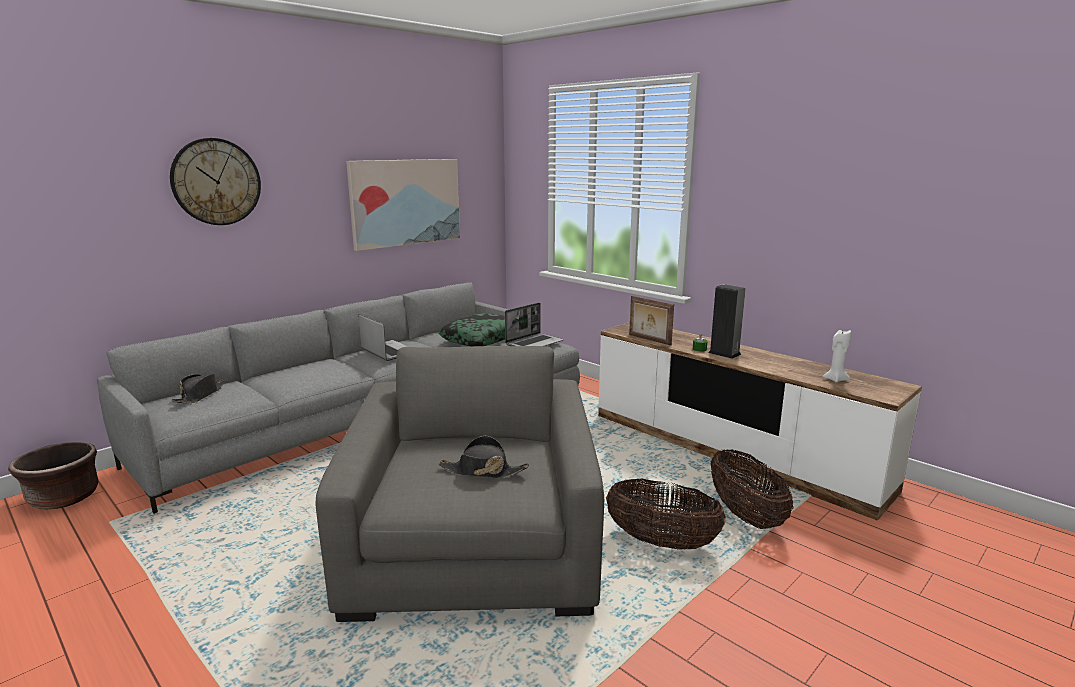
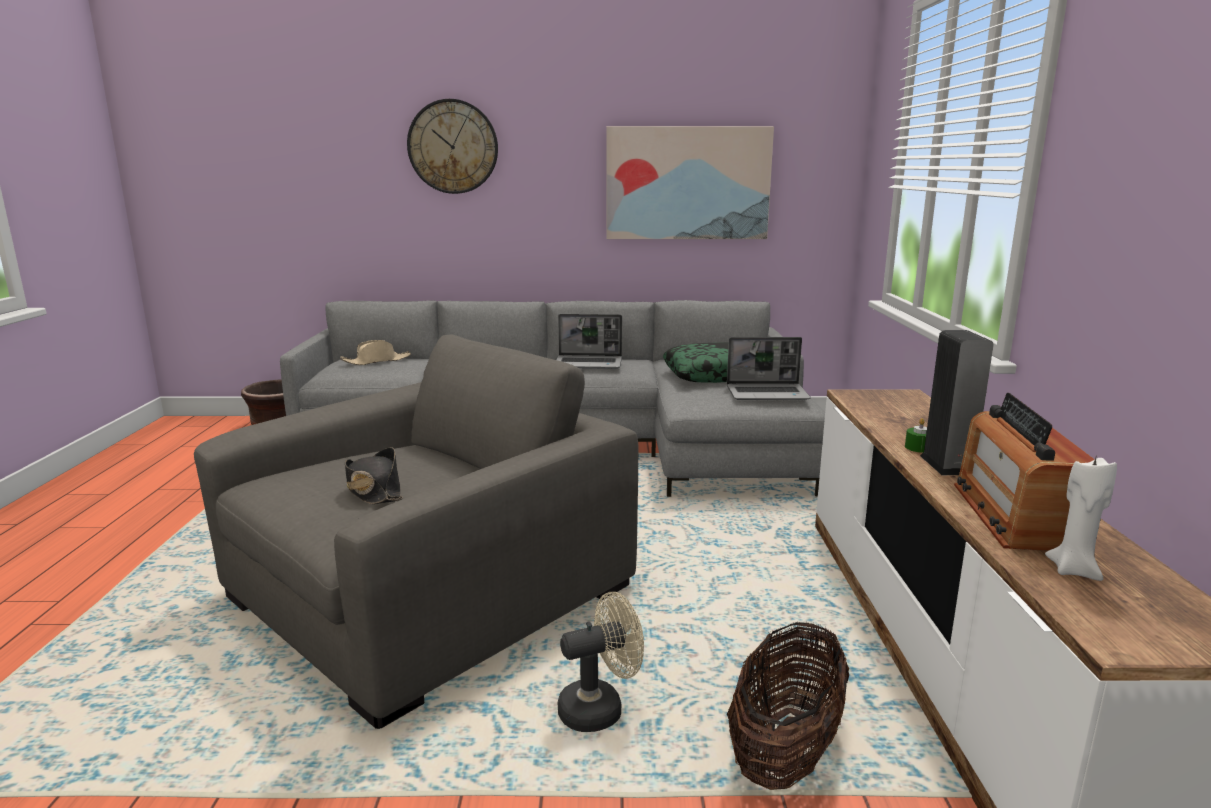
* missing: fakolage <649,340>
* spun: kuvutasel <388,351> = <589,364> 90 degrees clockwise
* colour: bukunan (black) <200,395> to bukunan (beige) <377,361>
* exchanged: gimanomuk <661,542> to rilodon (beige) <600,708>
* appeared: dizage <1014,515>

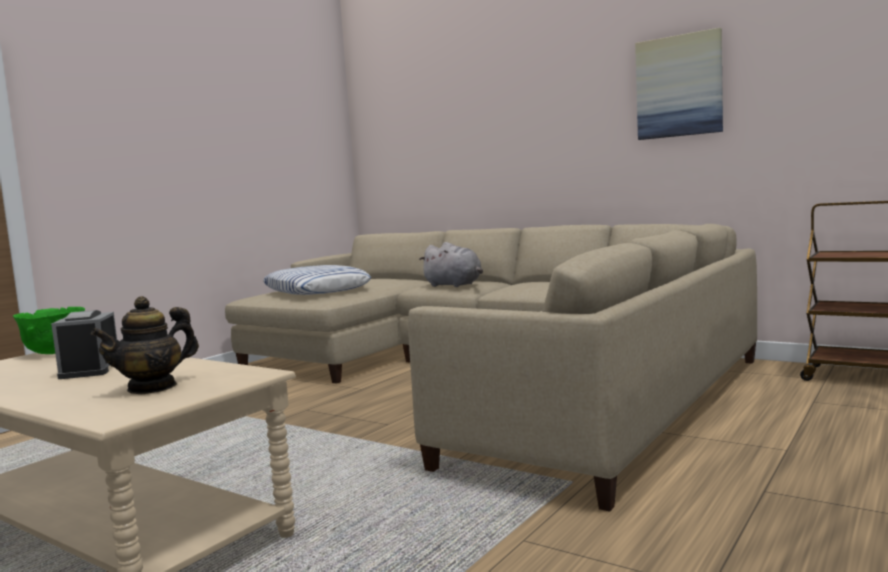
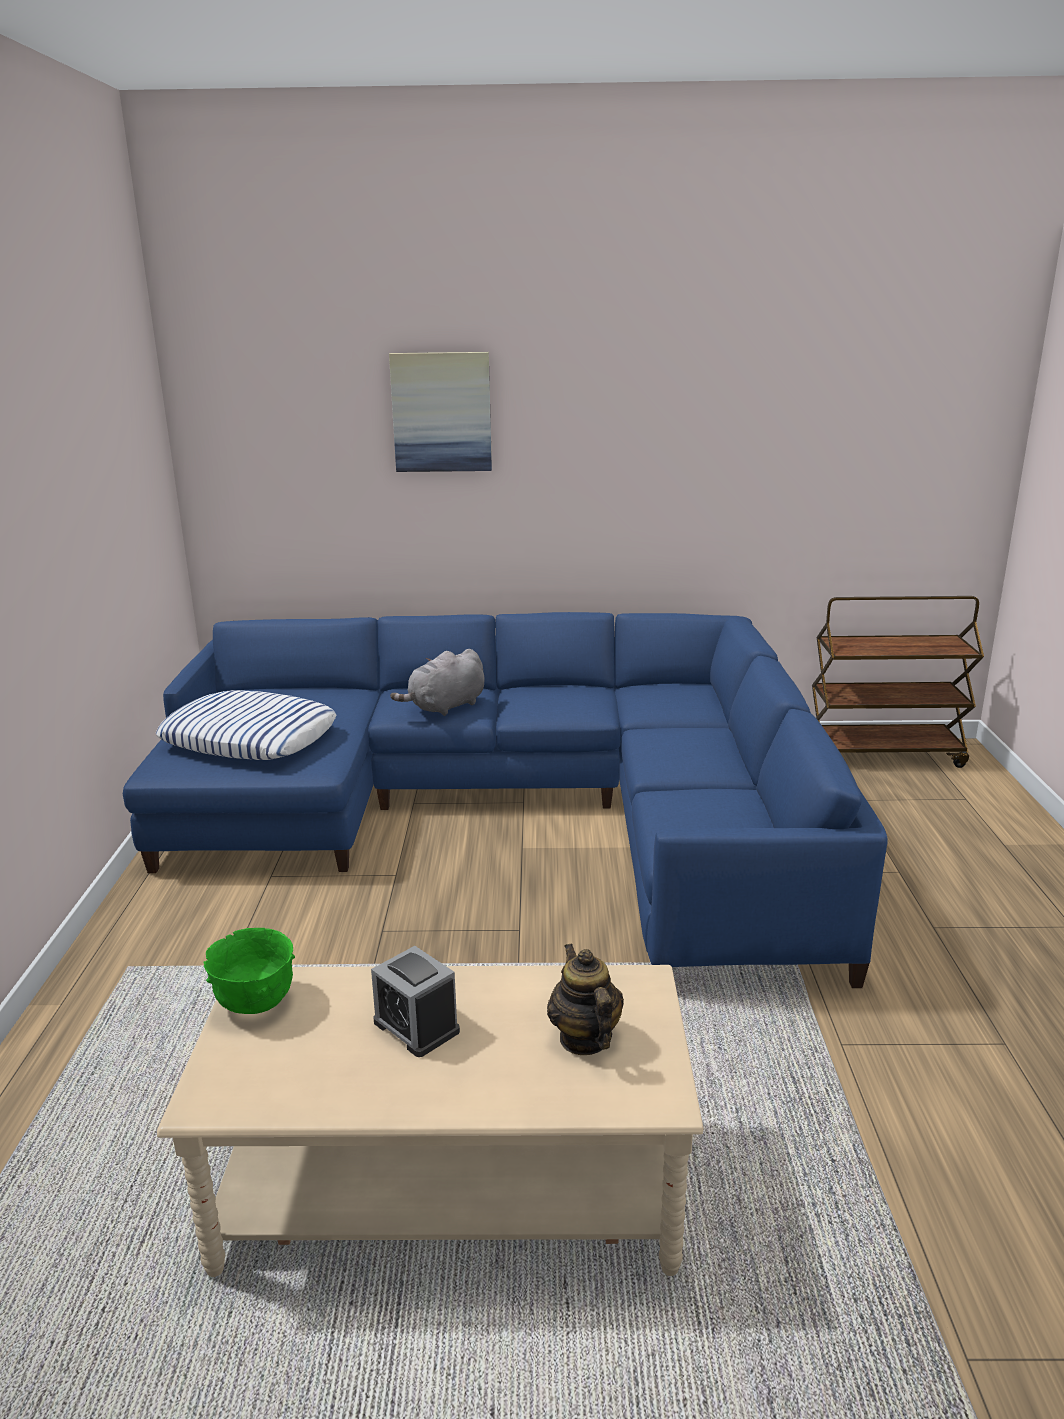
* relocated: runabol <679,86> to <442,412>
* colour: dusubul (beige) <489,373> to dusubul (blue) <513,813>
* spun: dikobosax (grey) <454,285> = <445,707> 135 degrees clockwise
* spun: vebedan <152,387> = <584,1038> 150 degrees clockwise

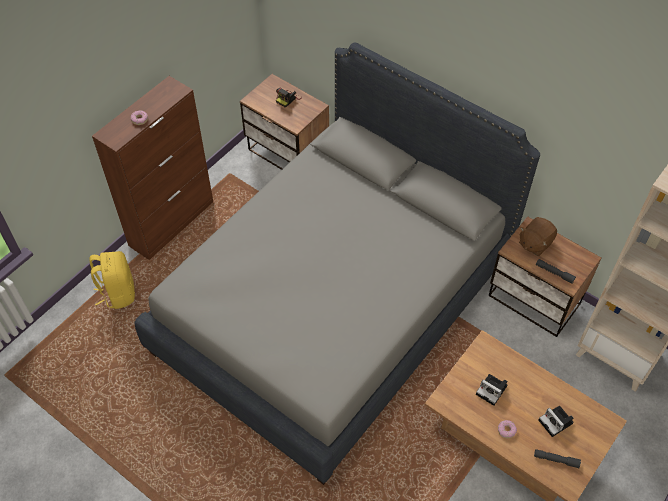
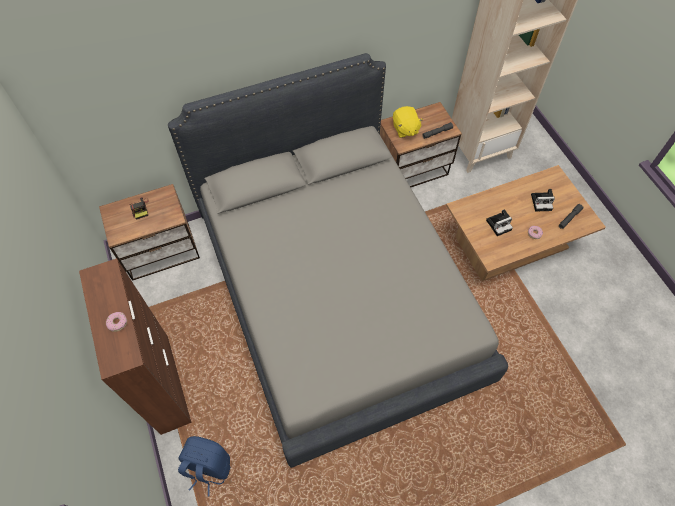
* colour: dikobosax (brown) <534,243> to dikobosax (yellow) <405,129>
* colour: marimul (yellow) <118,293> to marimul (blue) <208,468>

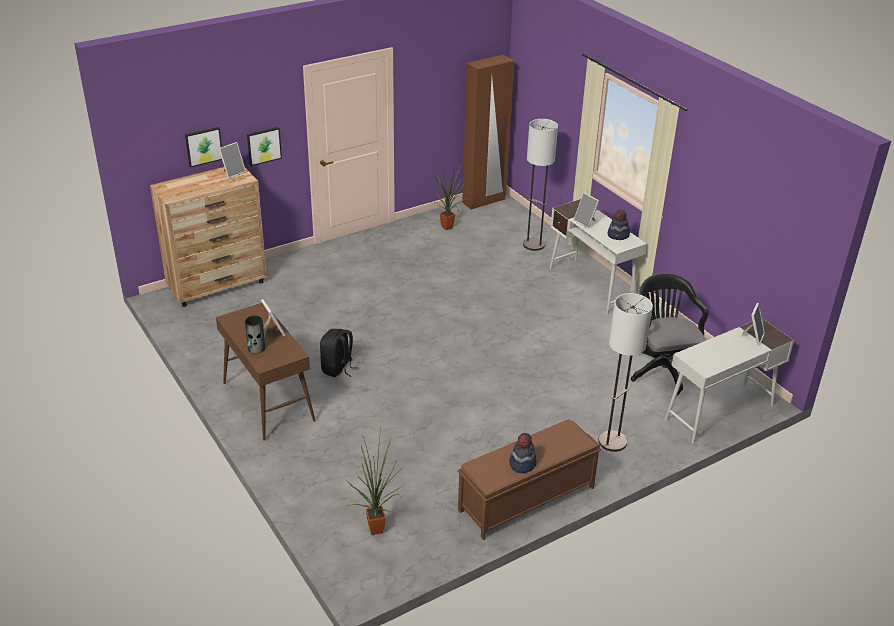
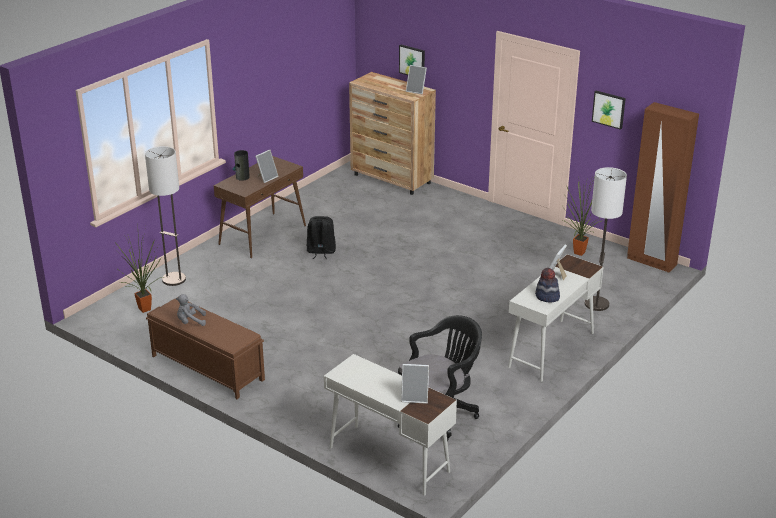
* relocated: runabol <263,145> to <609,109>
* relocated: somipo <612,442> to <173,279>
* exchanged: bukunan <522,463> to dikobosax (grey) <190,322>

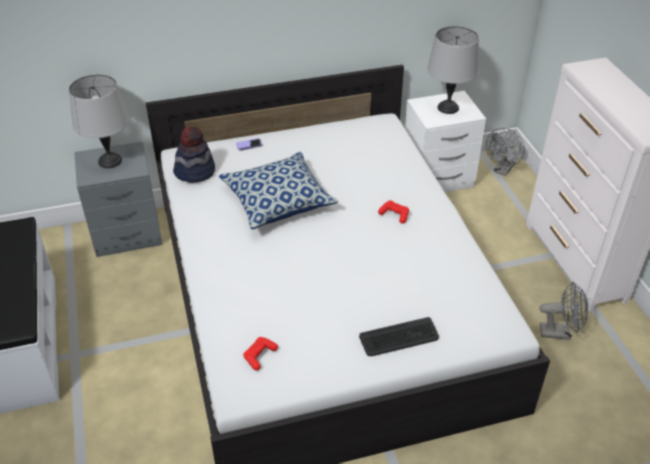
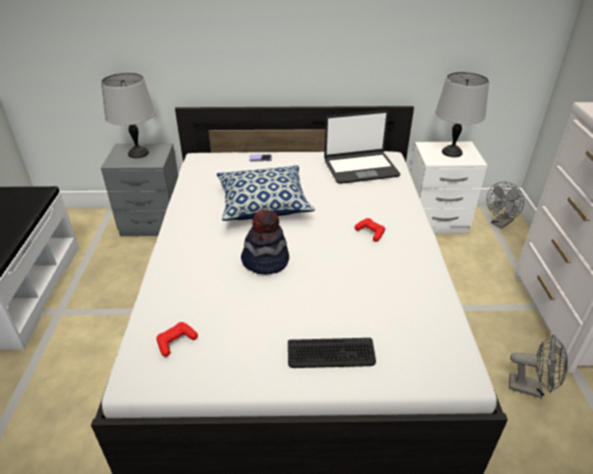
* relocated: bukunan <195,171> to <265,261>
* appeared: kuvutasel <360,168>

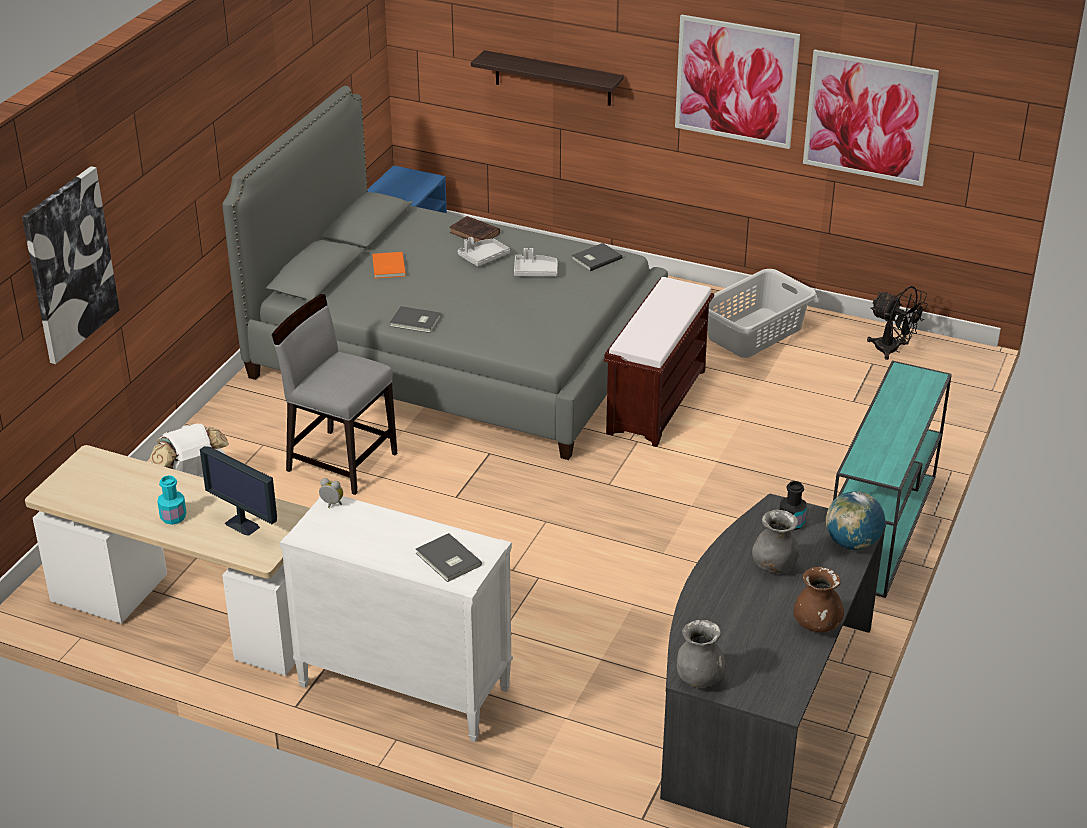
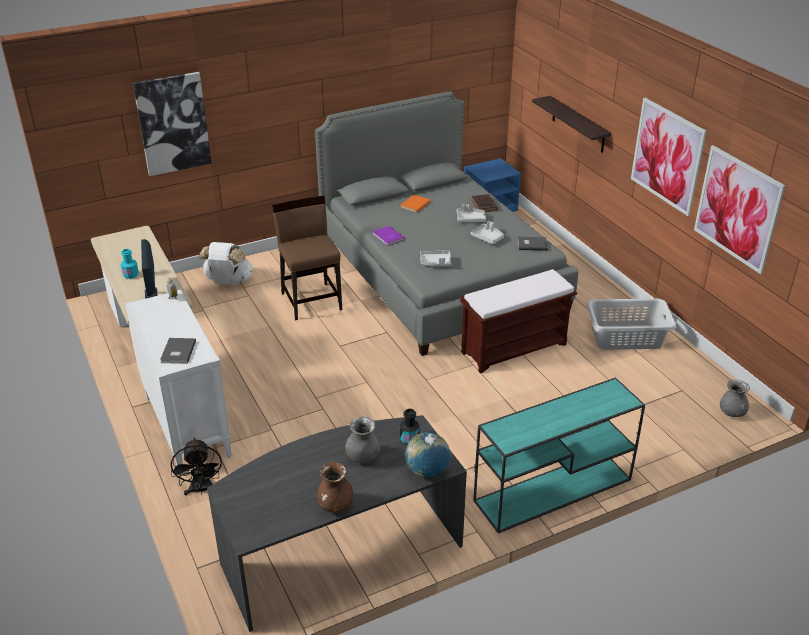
* relocated: rilodon (black) <892,350> to <201,490>
* colour: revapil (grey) <341,461> to revapil (brown) <311,301>
* colour: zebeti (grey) <415,322> to zebeti (purple) <387,237>
* relocated: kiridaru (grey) <699,678> to <732,413>
* appeared: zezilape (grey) <435,262>

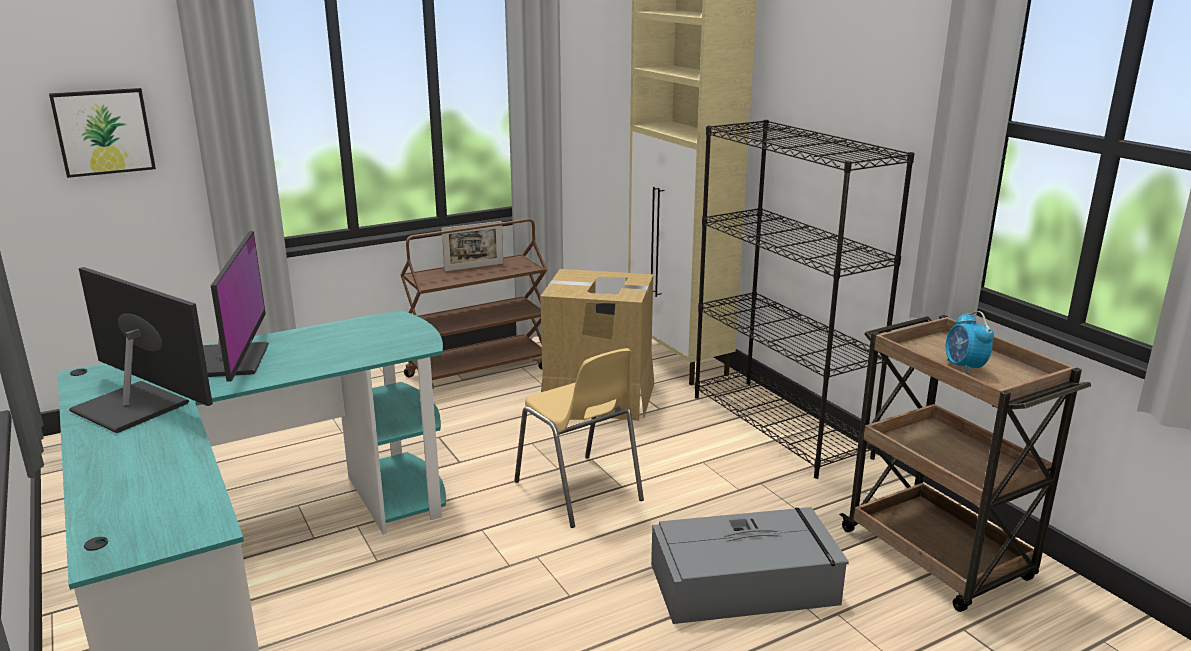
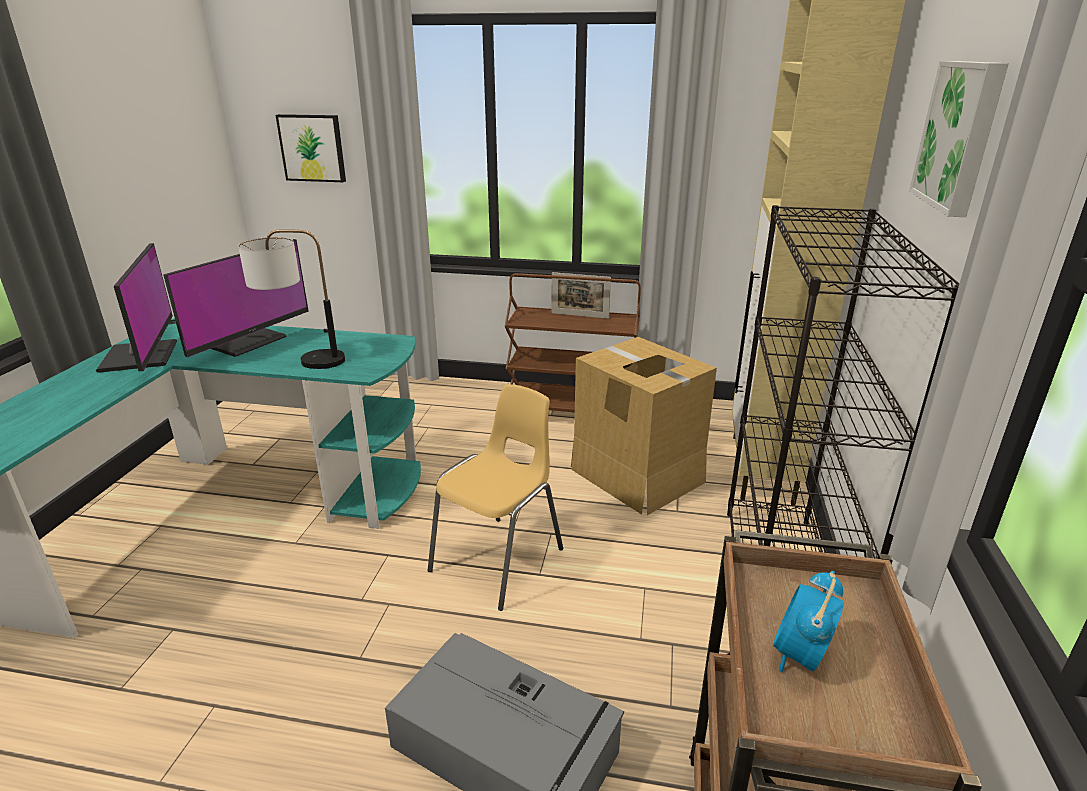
* spun: revapil (yellow) <579,491> = <499,560> 150 degrees counterclockwise
* appeared: runabol <961,135>
* appeared: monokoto <302,360>

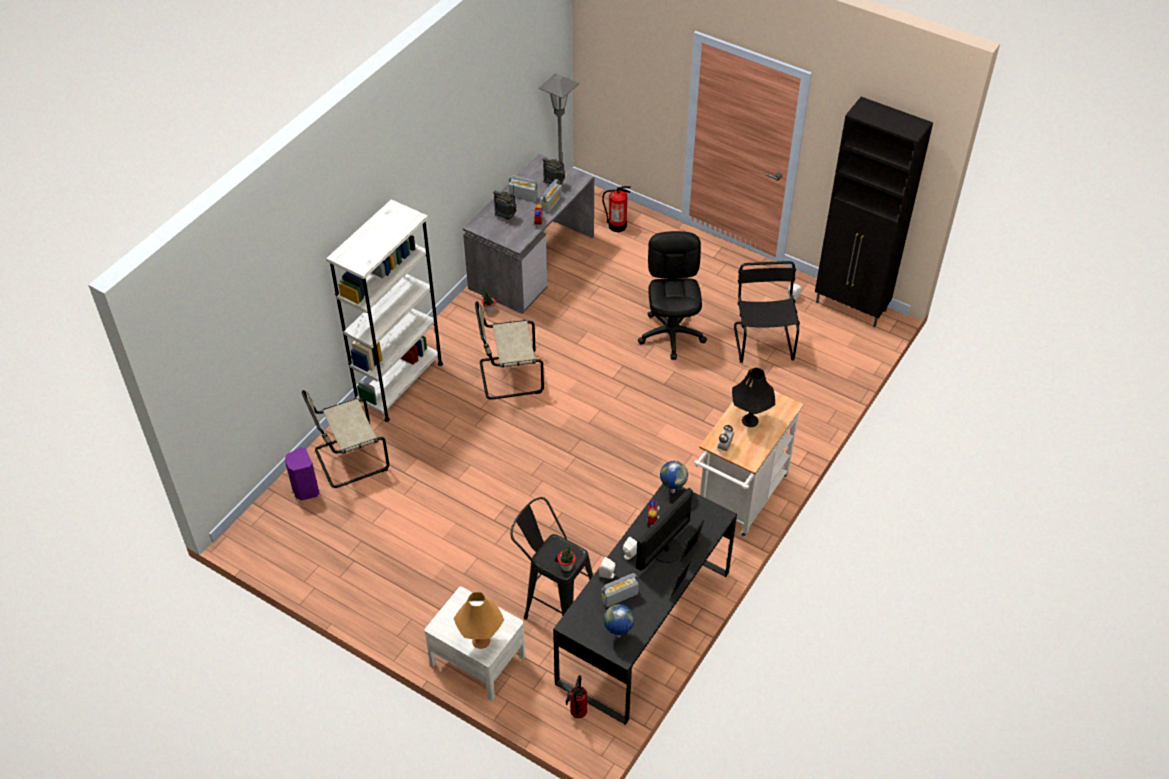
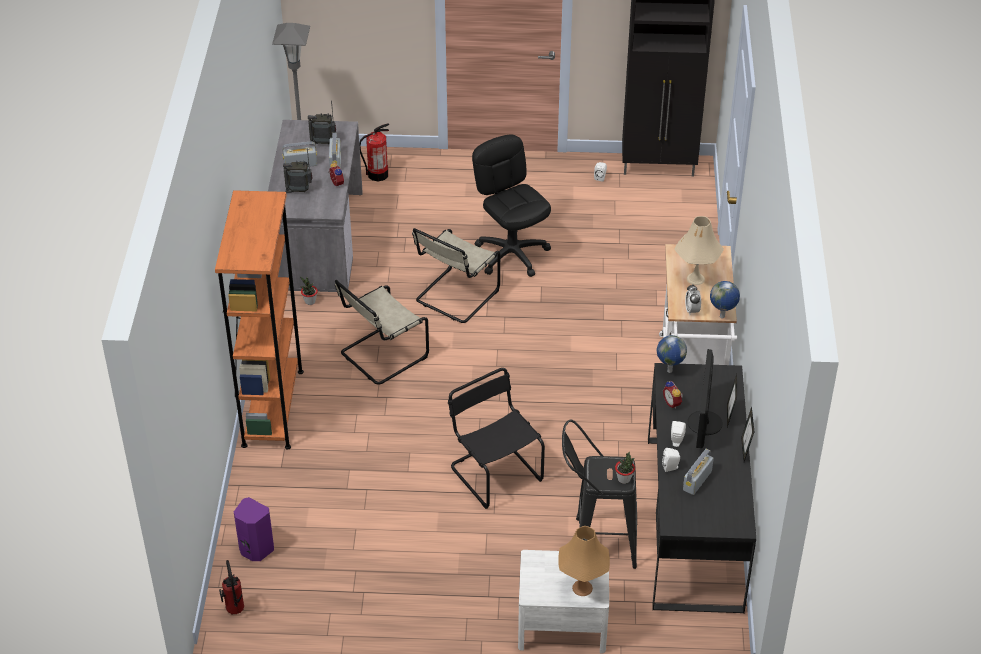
* colour: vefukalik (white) <399,384> to vefukalik (orange) <273,408>
* relocated: revapil (black) <762,340> to <494,472>
* colour: monokoto (black) <750,420> to monokoto (beige) <695,278>
* relocated: revapil (beige) <348,460> to <455,297>
* relocated: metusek <618,635> to <722,317>
* relocated: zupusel <577,715> to <234,612>

